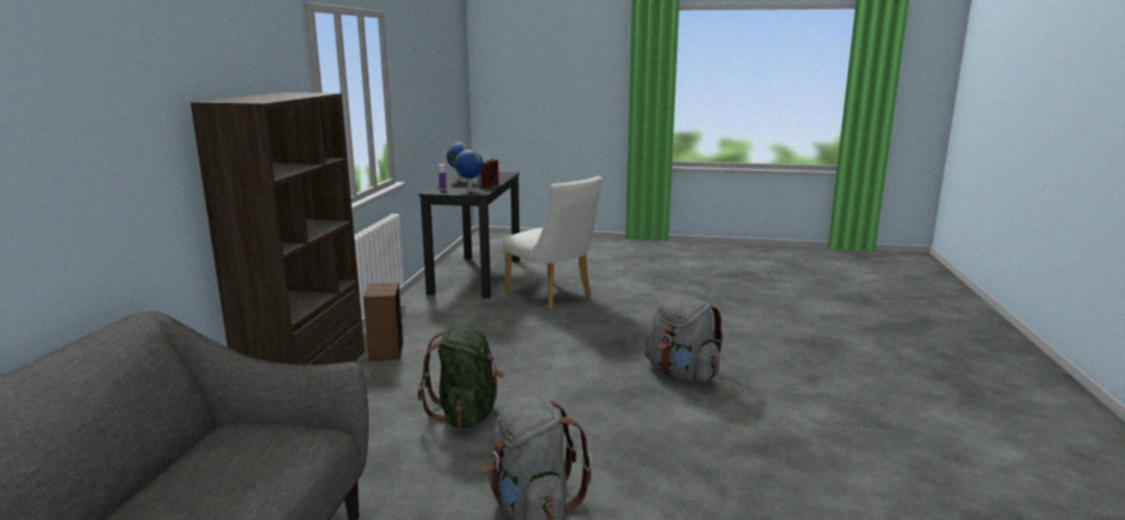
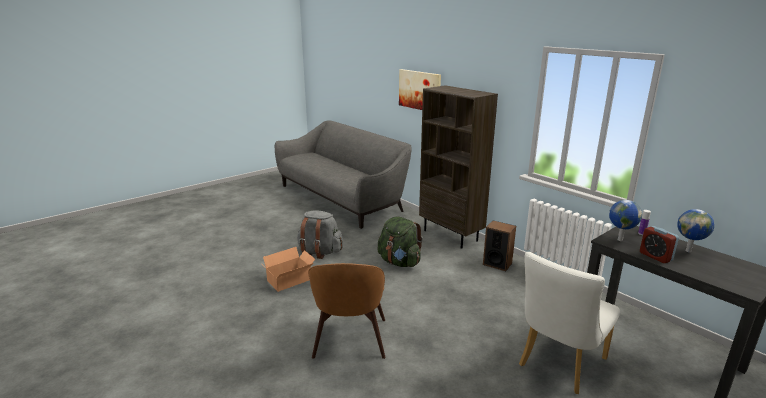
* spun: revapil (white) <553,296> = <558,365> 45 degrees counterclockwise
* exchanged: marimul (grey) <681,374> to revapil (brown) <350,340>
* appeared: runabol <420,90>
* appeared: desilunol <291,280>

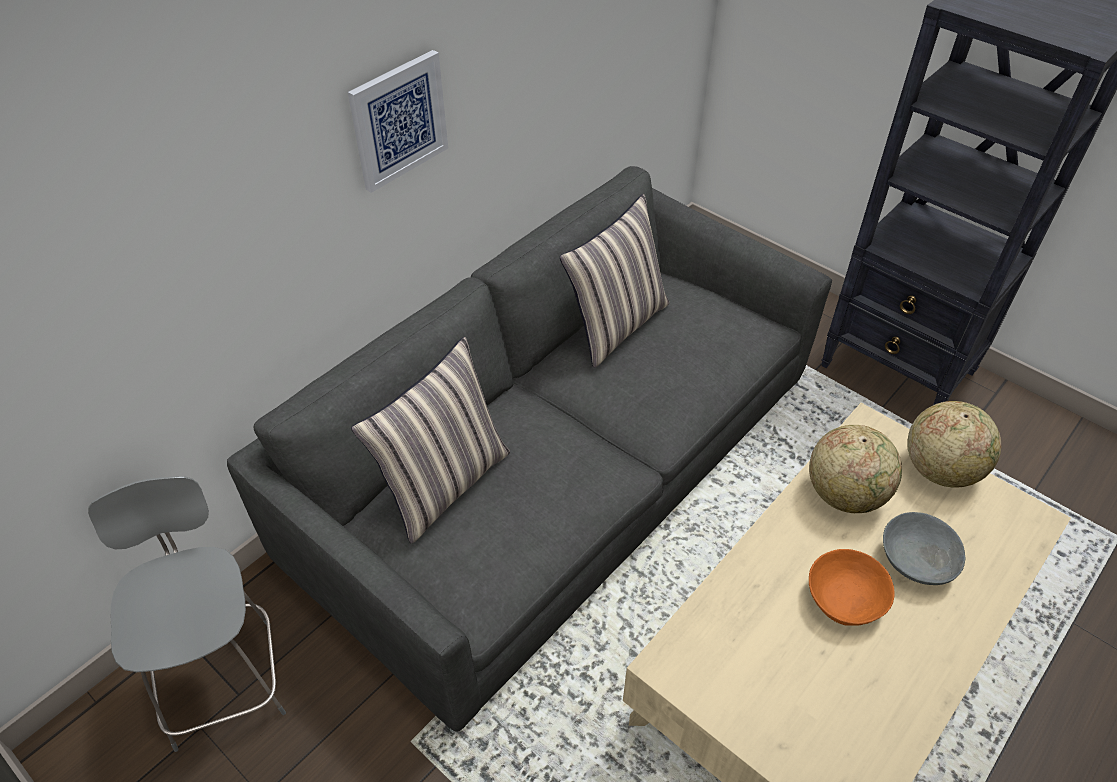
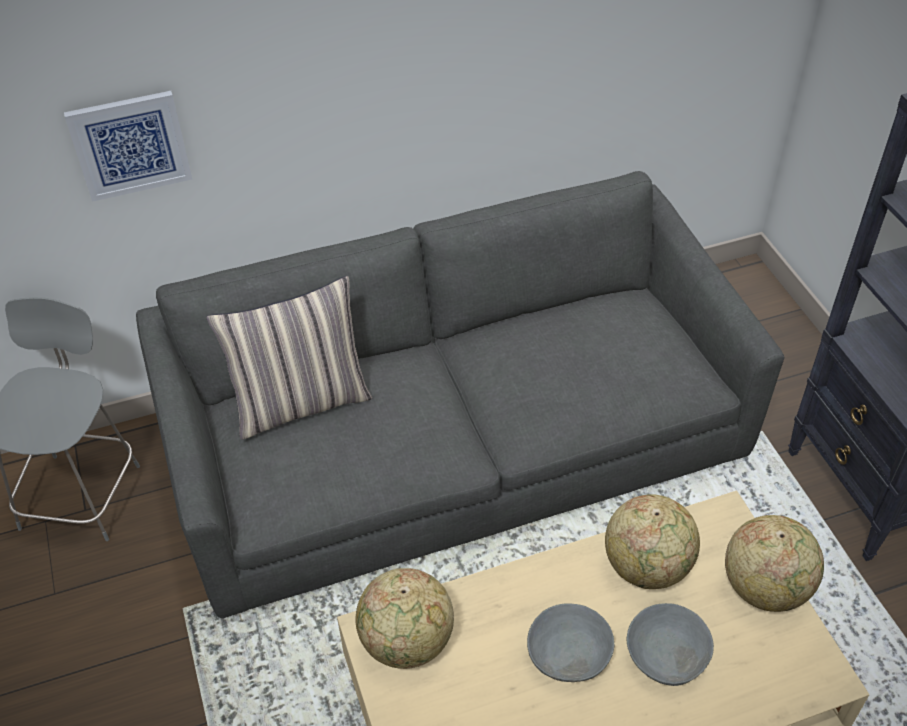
* relocated: runabol <398,120> to <130,145>
* missing: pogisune <616,324>
* colour: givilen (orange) <844,599> to givilen (grey) <569,655>
* appeared: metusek <407,642>

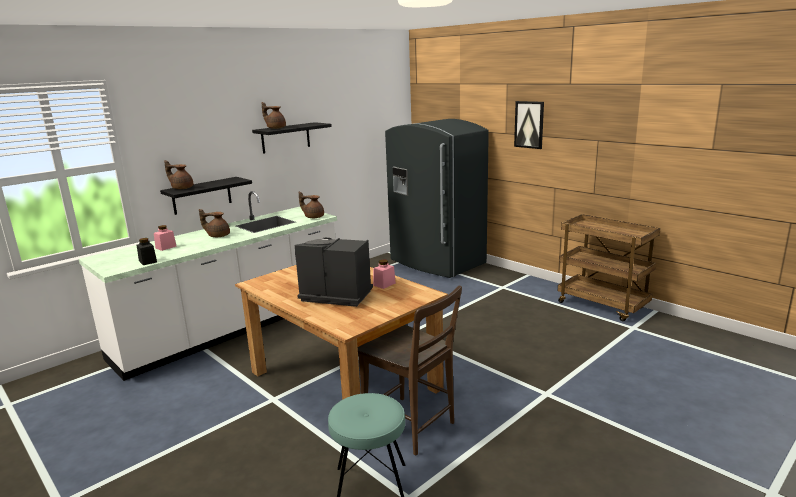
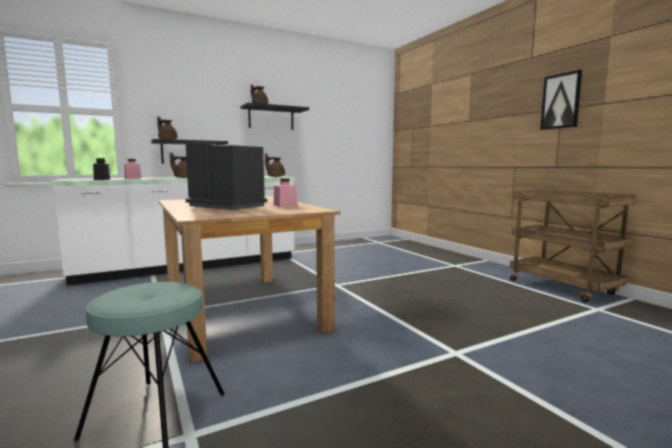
* relocated: runabol <529,124> to <561,101>
* missing: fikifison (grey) <436,262>
* missing: revapil (brown) <412,427>

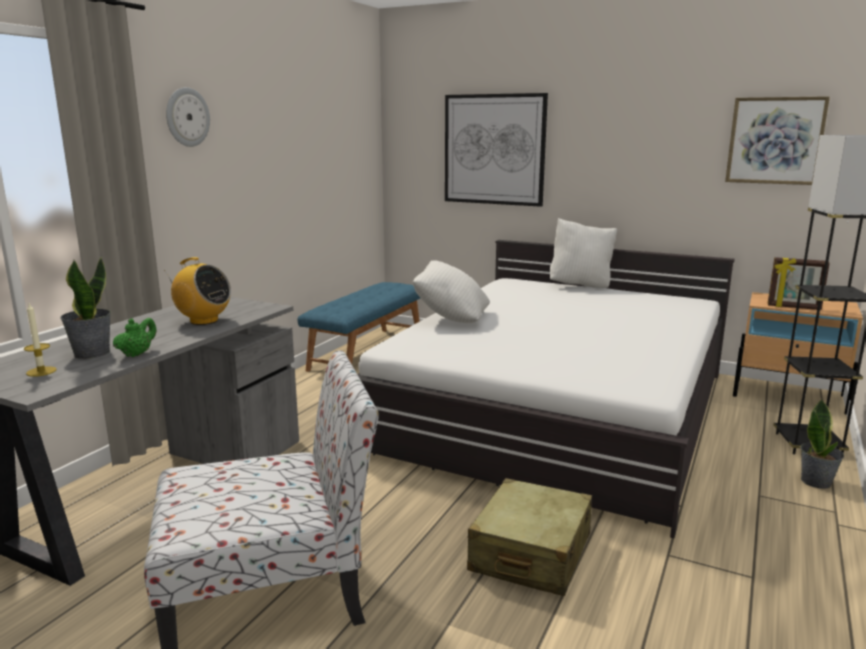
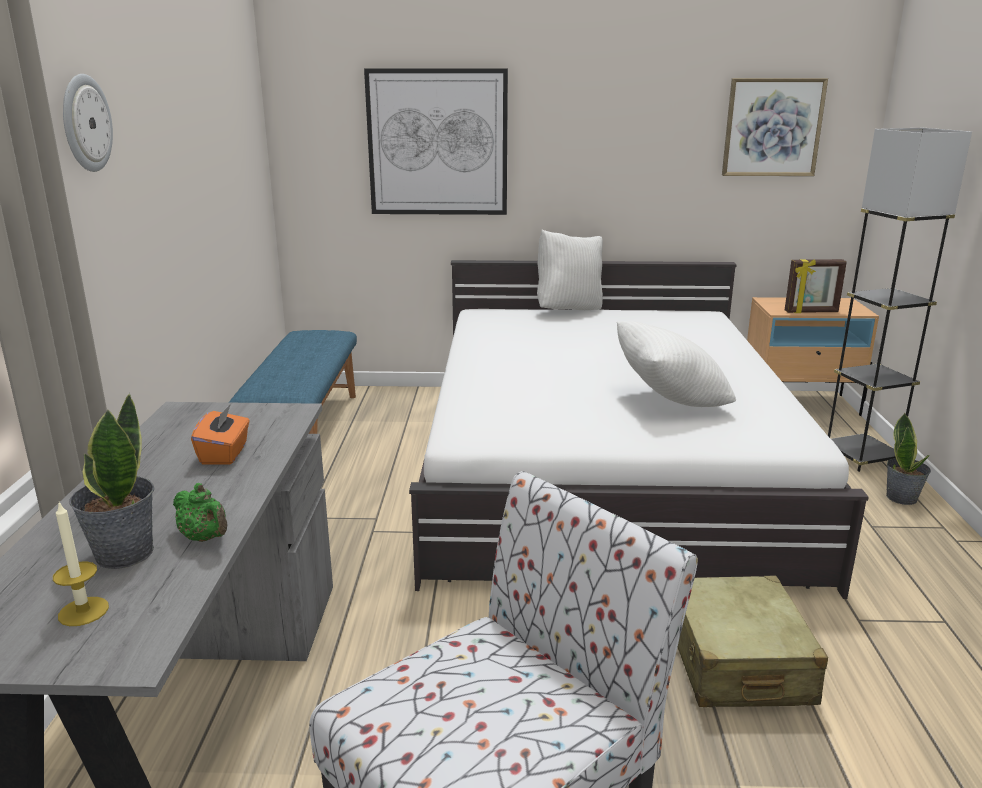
* exchanged: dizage <203,321> to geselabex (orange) <225,454>
* relocated: pogisune (white) <451,319> to <669,401>
* spun: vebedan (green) <137,354> = <205,538> 135 degrees clockwise

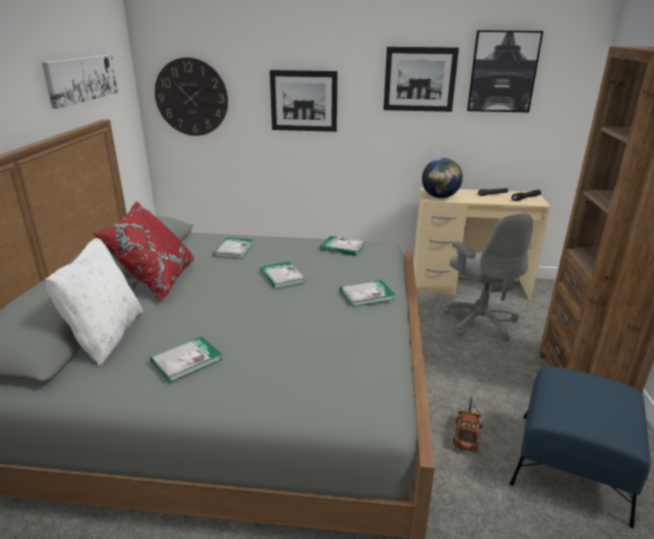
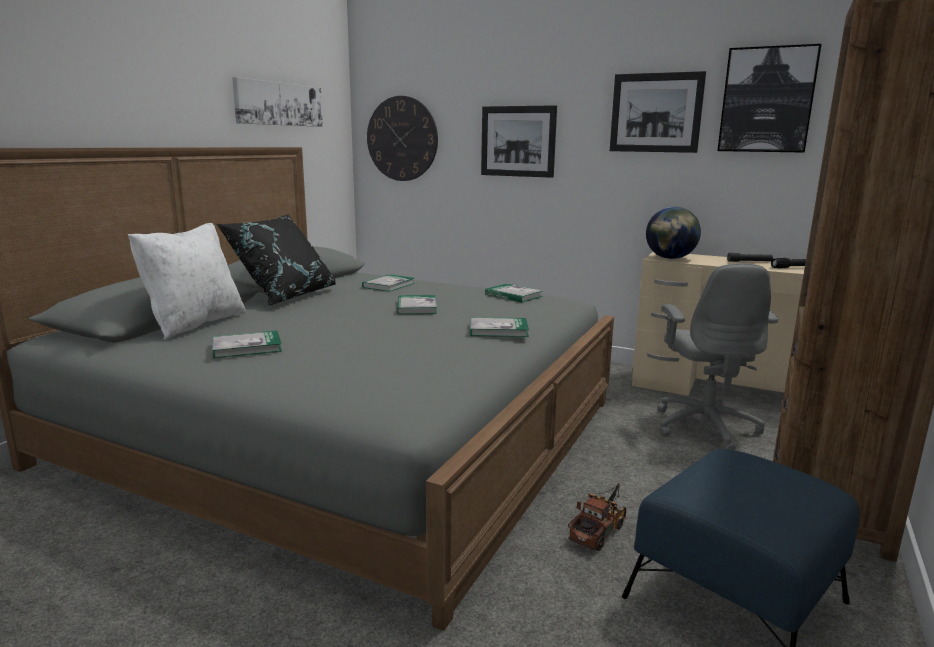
* colour: pogisune (red) <155,281> to pogisune (black) <284,296>

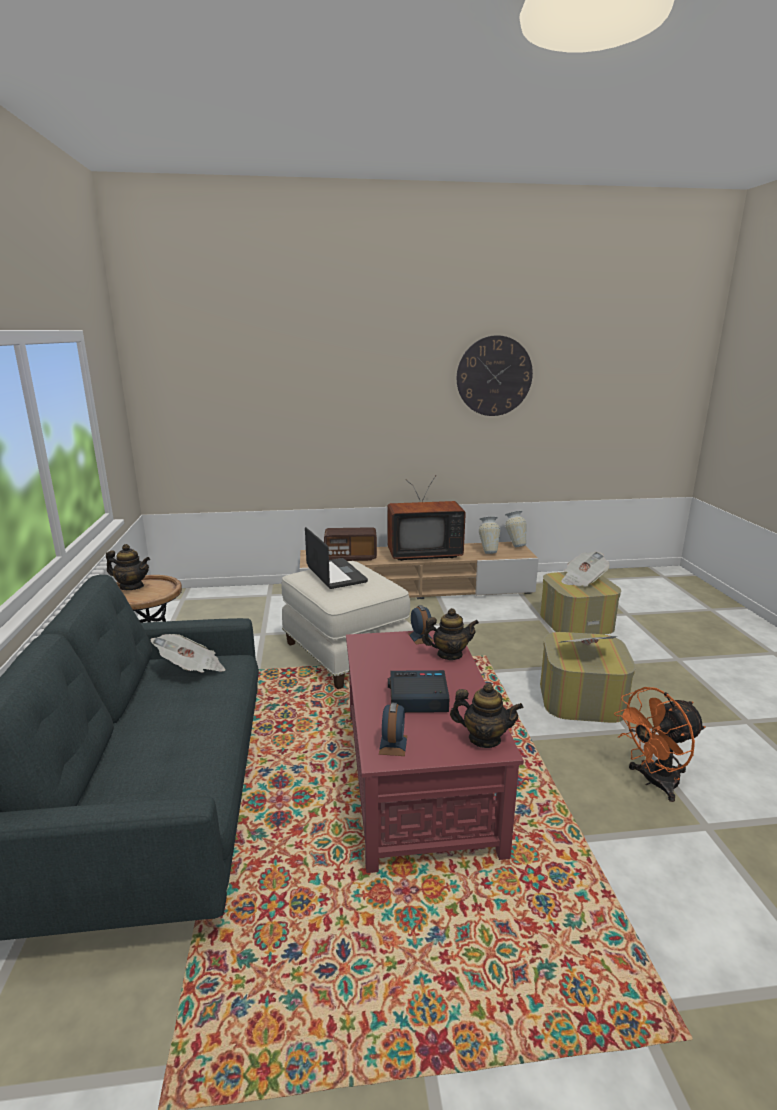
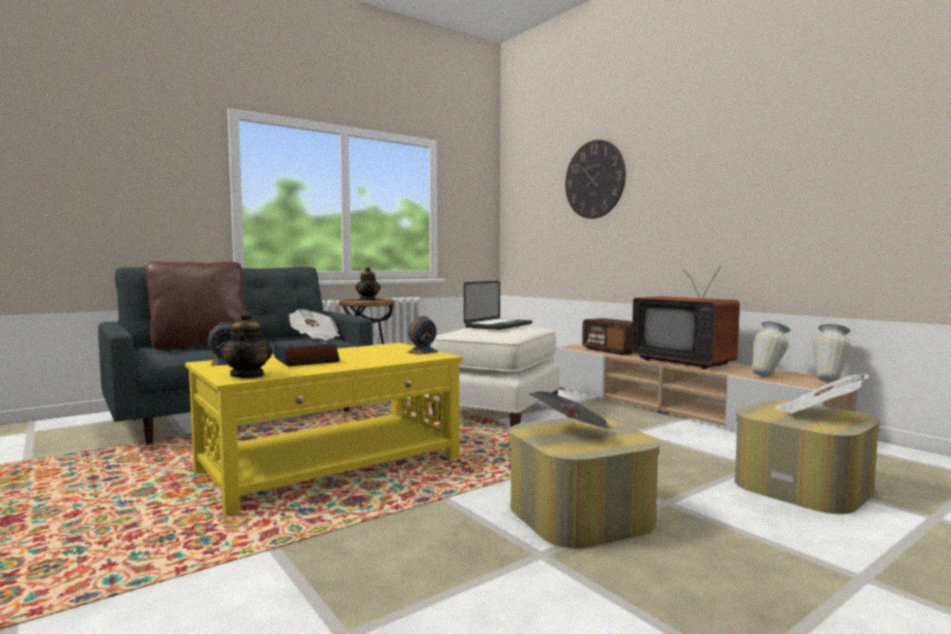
* relocated: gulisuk <494,376> to <594,179>
* missing: vebedan <449,654>
* colour: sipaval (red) <418,775> to sipaval (yellow) <332,465>
* missing: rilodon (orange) <653,782>
* appeared: pogisune (brown) <200,345>

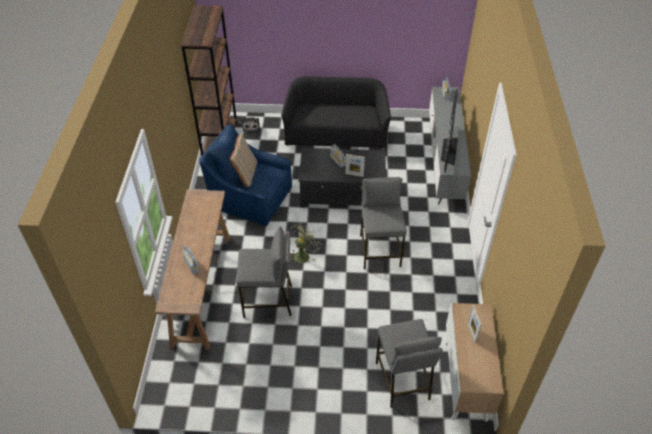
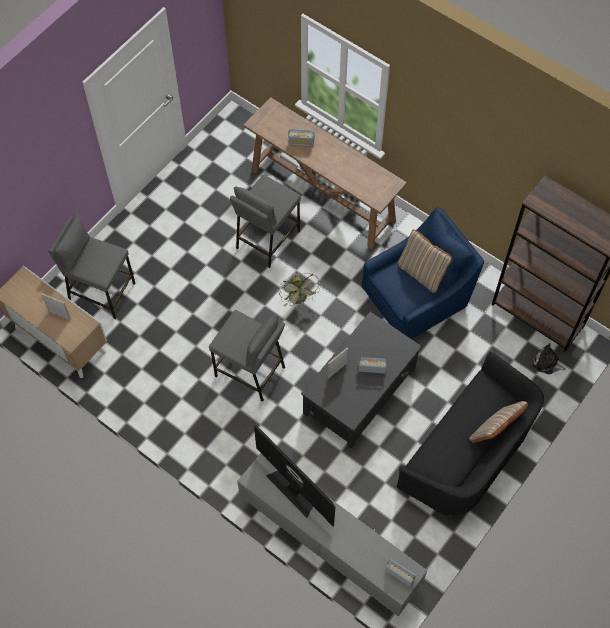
* appeared: pogisune (beige) <494,431>

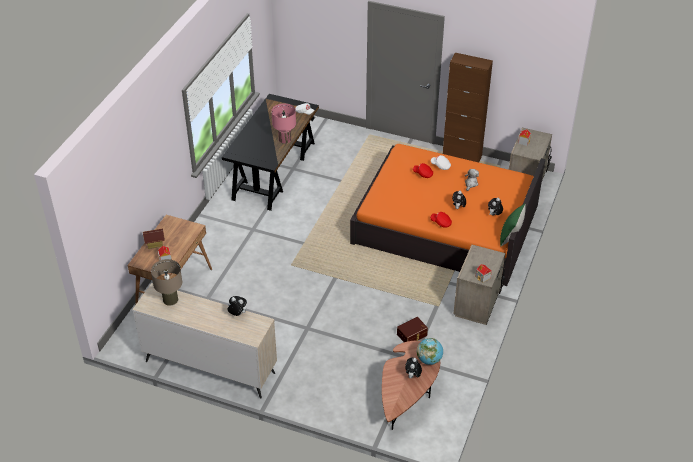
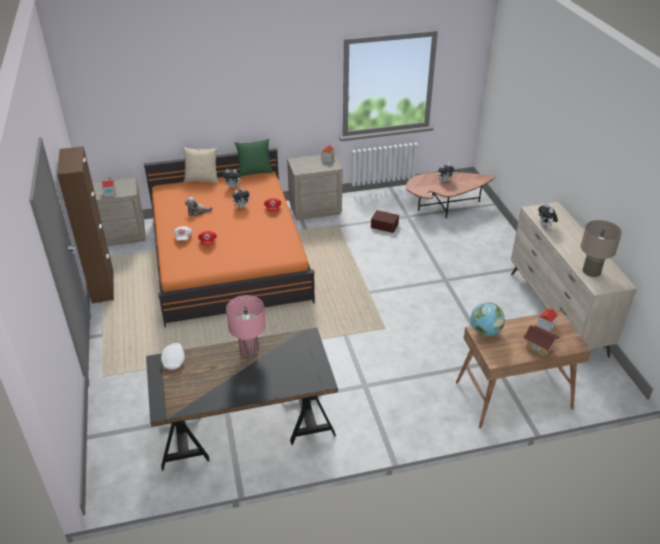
* relocated: metusek <429,360> to <485,331>
* appeared: pogisune (beige) <202,179>

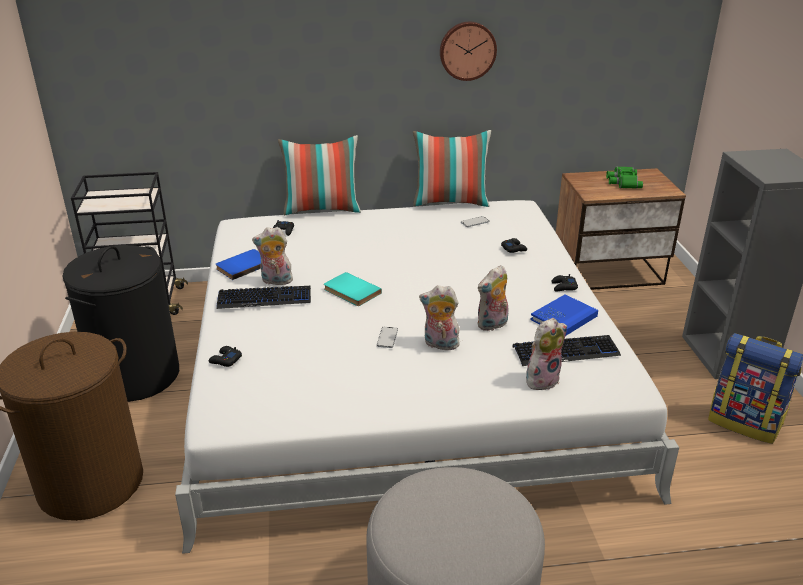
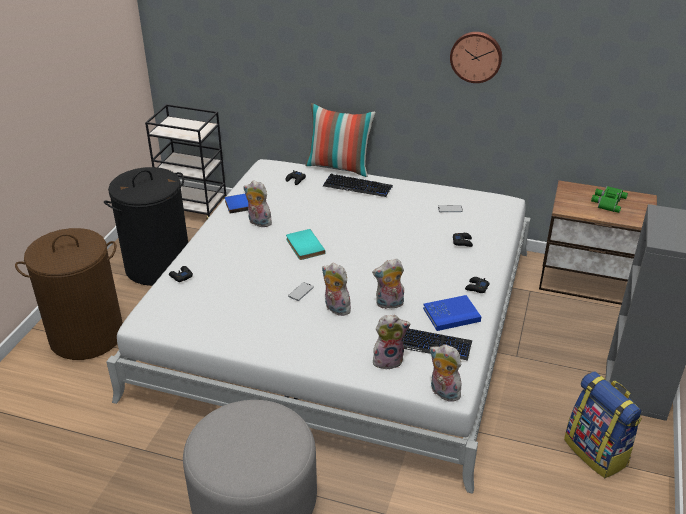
* missing: pogisune <450,202>
* relocated: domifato <264,298> to <357,187>
* appeared: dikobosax <443,393>

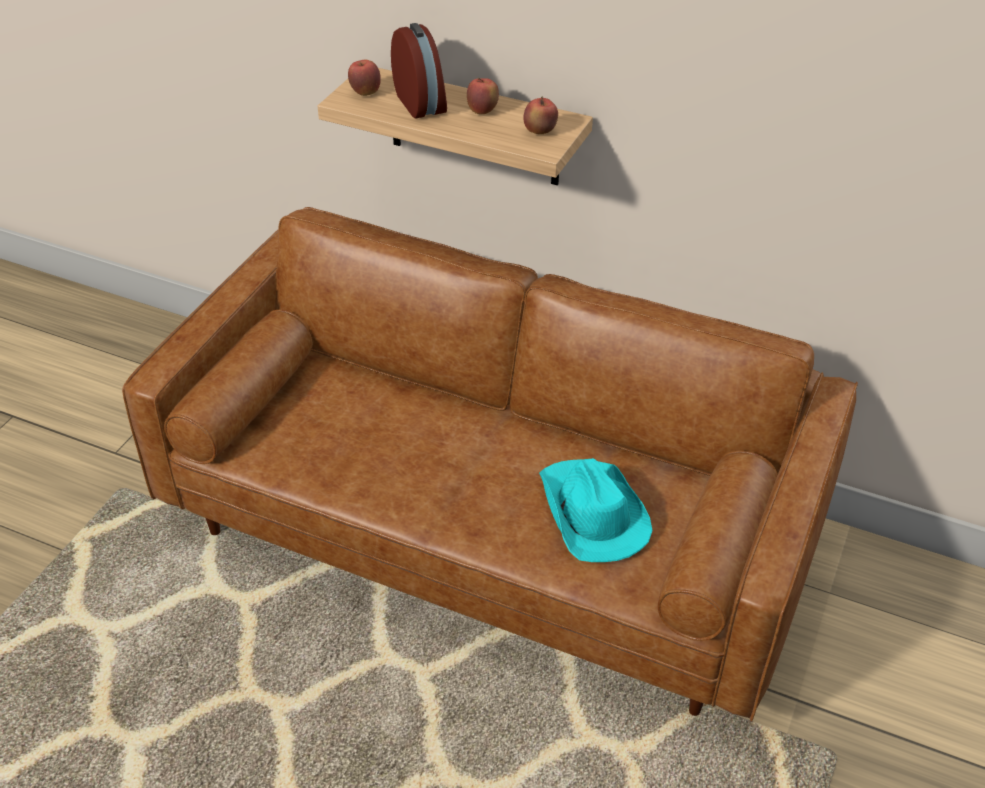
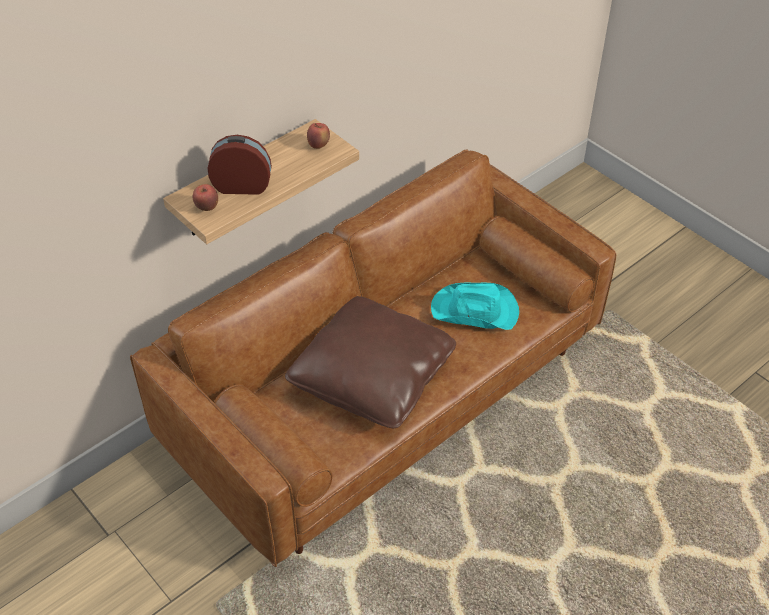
* missing: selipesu <482,111>
* appeared: pogisune (brown) <372,377>

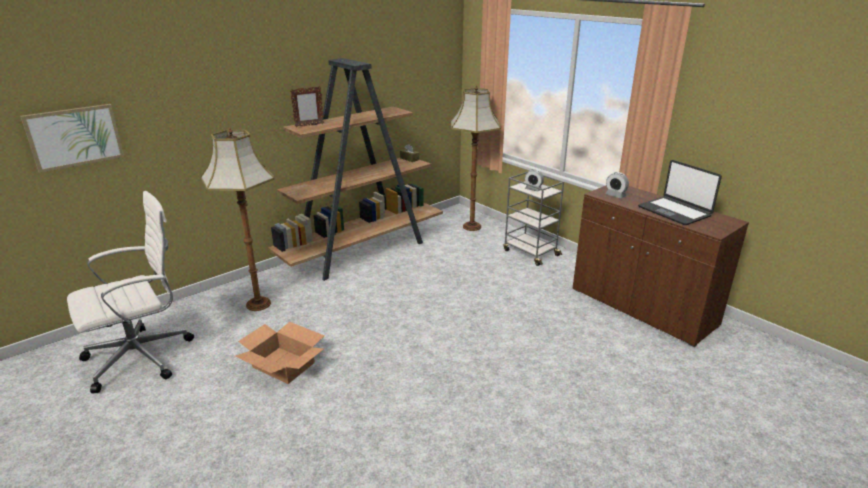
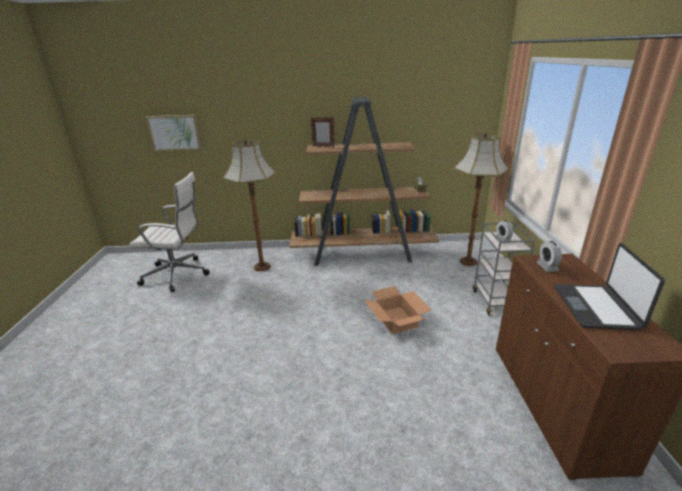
* relocated: desilunol <283,365> to <396,319>

